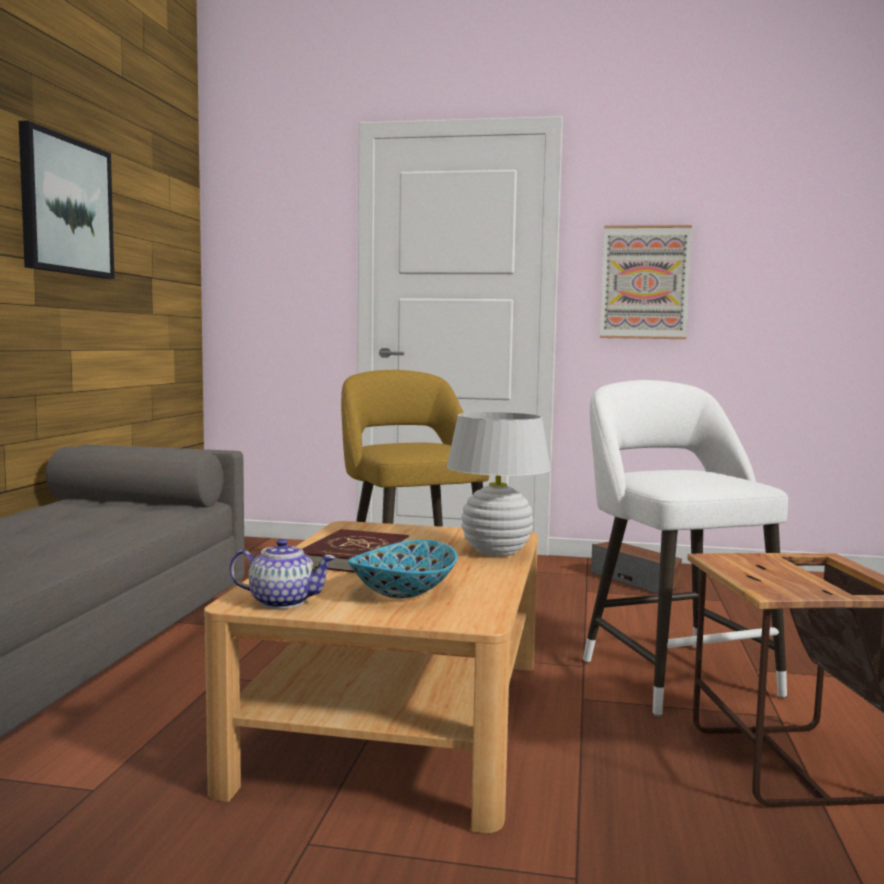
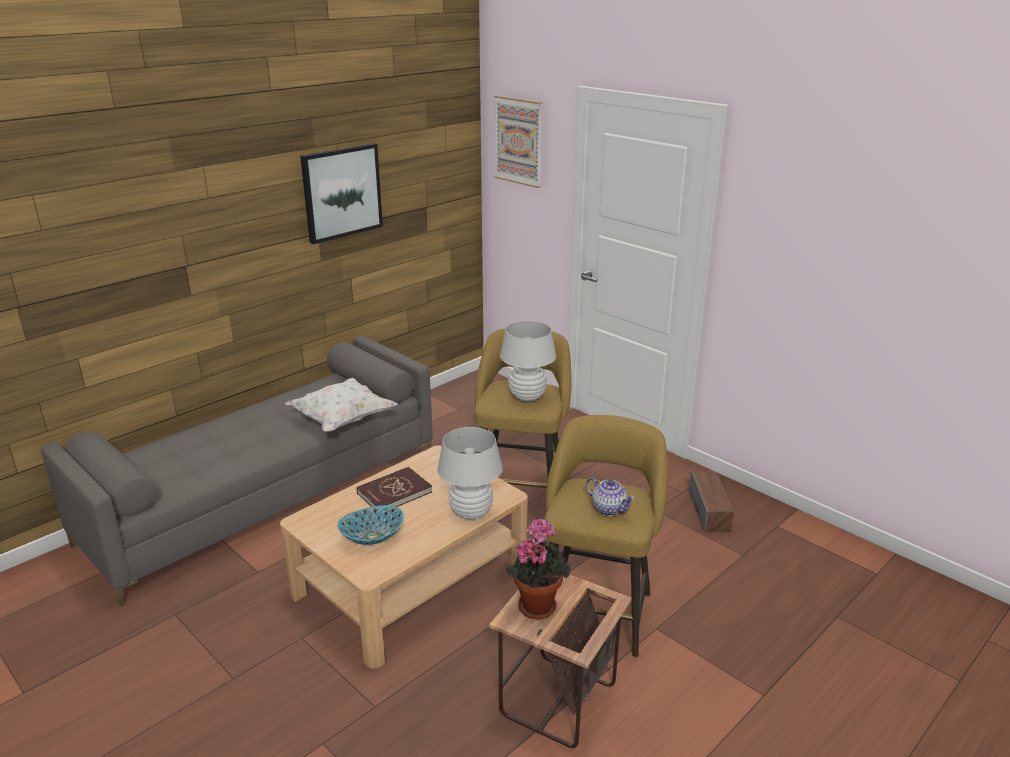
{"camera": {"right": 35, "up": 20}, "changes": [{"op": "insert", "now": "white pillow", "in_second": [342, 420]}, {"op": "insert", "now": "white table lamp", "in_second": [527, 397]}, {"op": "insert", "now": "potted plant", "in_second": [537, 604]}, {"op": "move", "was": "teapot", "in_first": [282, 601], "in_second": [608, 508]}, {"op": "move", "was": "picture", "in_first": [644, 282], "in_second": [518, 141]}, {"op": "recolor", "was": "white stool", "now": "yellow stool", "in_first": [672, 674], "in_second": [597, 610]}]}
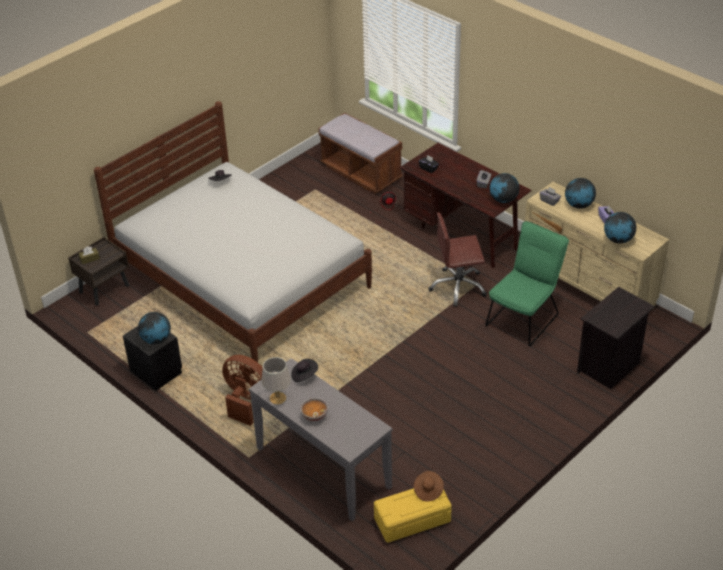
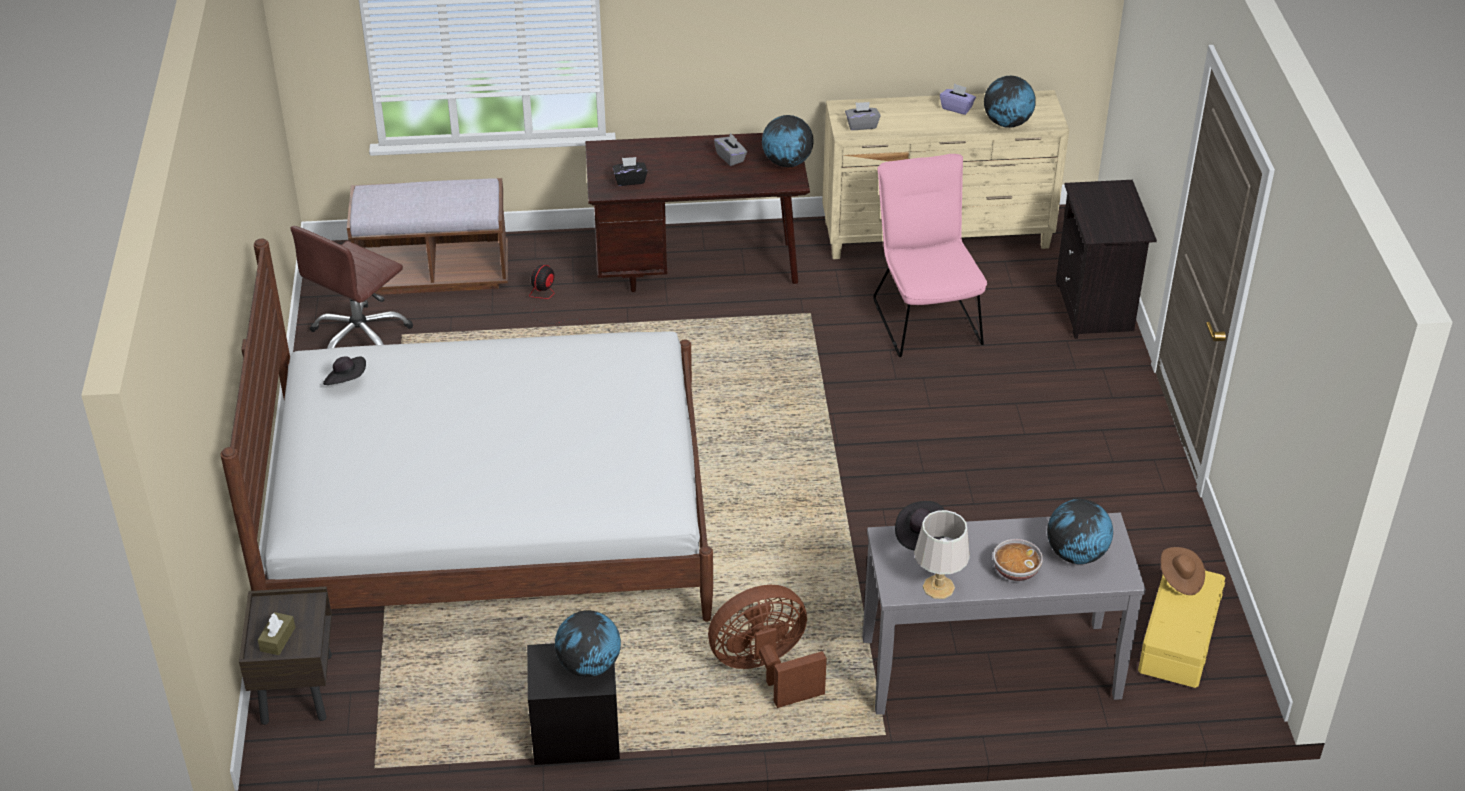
{"camera": {"right": -50, "up": 0}, "changes": [{"op": "move", "was": "brown office chair", "in_first": [458, 287], "in_second": [360, 338]}, {"op": "move", "was": "globe", "in_first": [578, 205], "in_second": [1076, 554]}, {"op": "recolor", "was": "green chair", "now": "pink chair", "in_first": [525, 317], "in_second": [924, 316]}]}
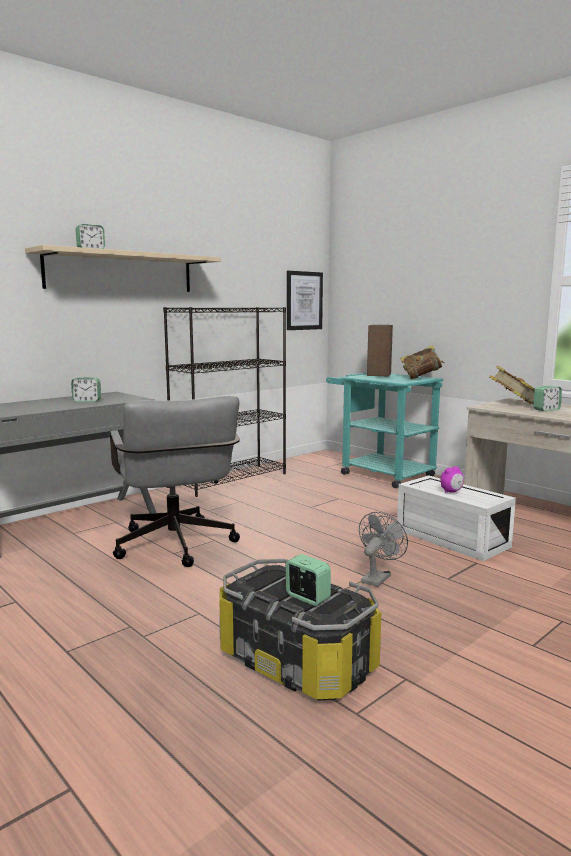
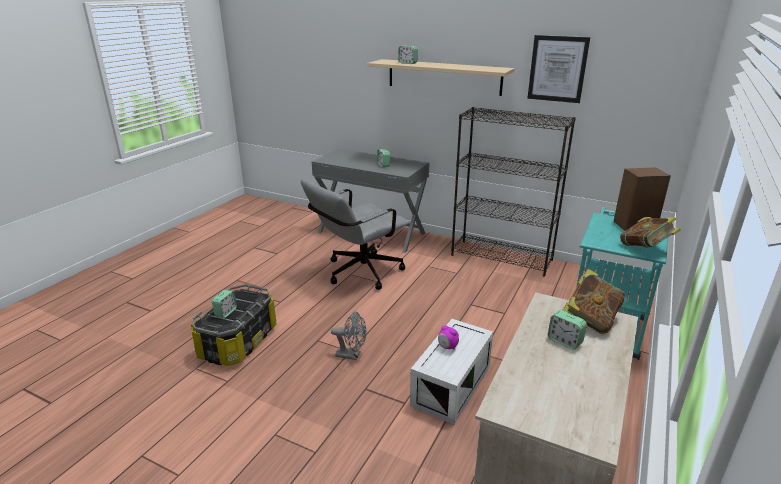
{"camera": {"right": 70, "up": 15}, "changes": [{"op": "move", "was": "picture", "in_first": [304, 300], "in_second": [557, 69]}]}
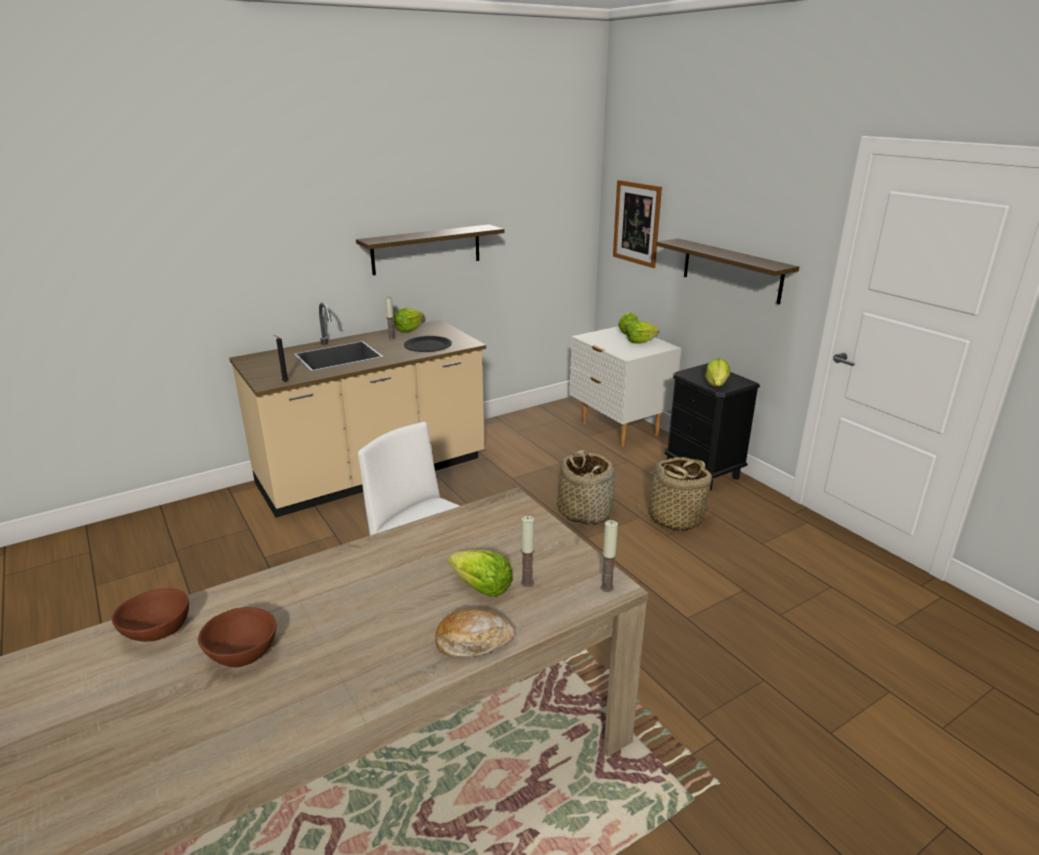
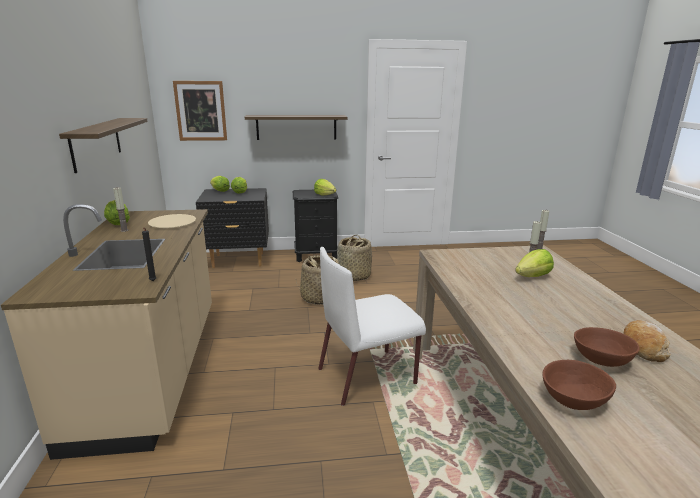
{"camera": {"right": -65, "up": -5}, "changes": [{"op": "move", "was": "bread", "in_first": [473, 641], "in_second": [643, 347]}, {"op": "recolor", "was": "black plate", "now": "beige plate", "in_first": [428, 346], "in_second": [172, 223]}, {"op": "recolor", "was": "white nightstand", "now": "black nightstand", "in_first": [619, 429], "in_second": [238, 261]}]}
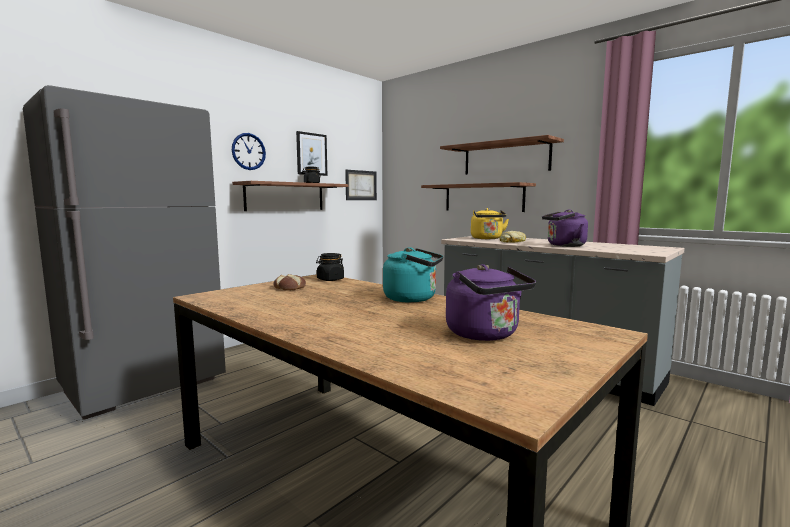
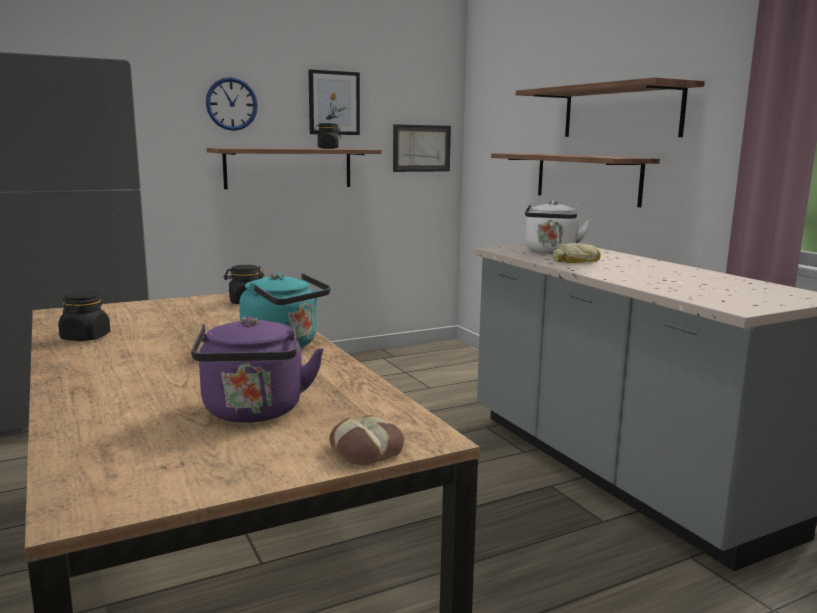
{"camera": {"right": 20, "up": 5}, "changes": [{"op": "delete", "was": "purple kettle", "in_first": [564, 245]}, {"op": "insert", "now": "black jar", "in_second": [85, 337]}, {"op": "move", "was": "bread", "in_first": [290, 287], "in_second": [367, 450]}, {"op": "recolor", "was": "yellow kettle", "now": "white kettle", "in_first": [487, 238], "in_second": [551, 251]}]}
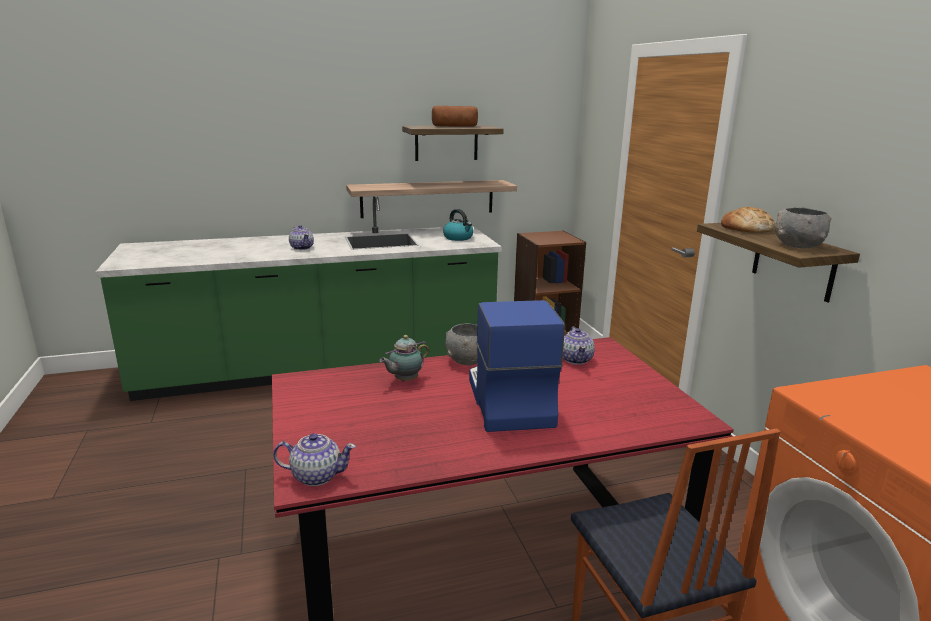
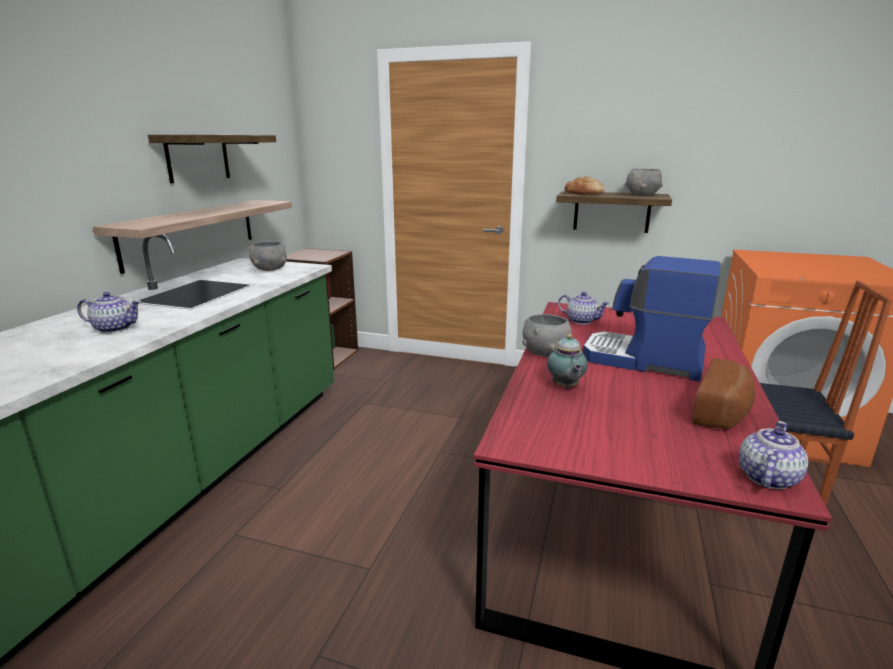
{"camera": {"right": -55, "up": 0}, "changes": [{"op": "move", "was": "bread", "in_first": [454, 126], "in_second": [724, 412]}, {"op": "replace", "was": "kettle", "now": "grey bowl", "in_first": [458, 238], "in_second": [269, 269]}]}
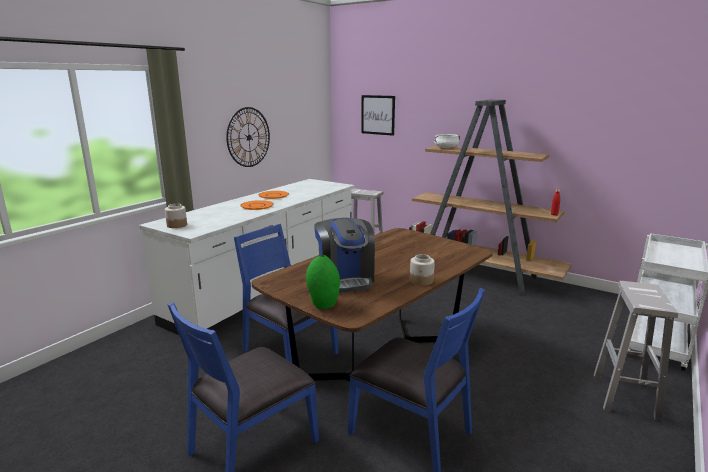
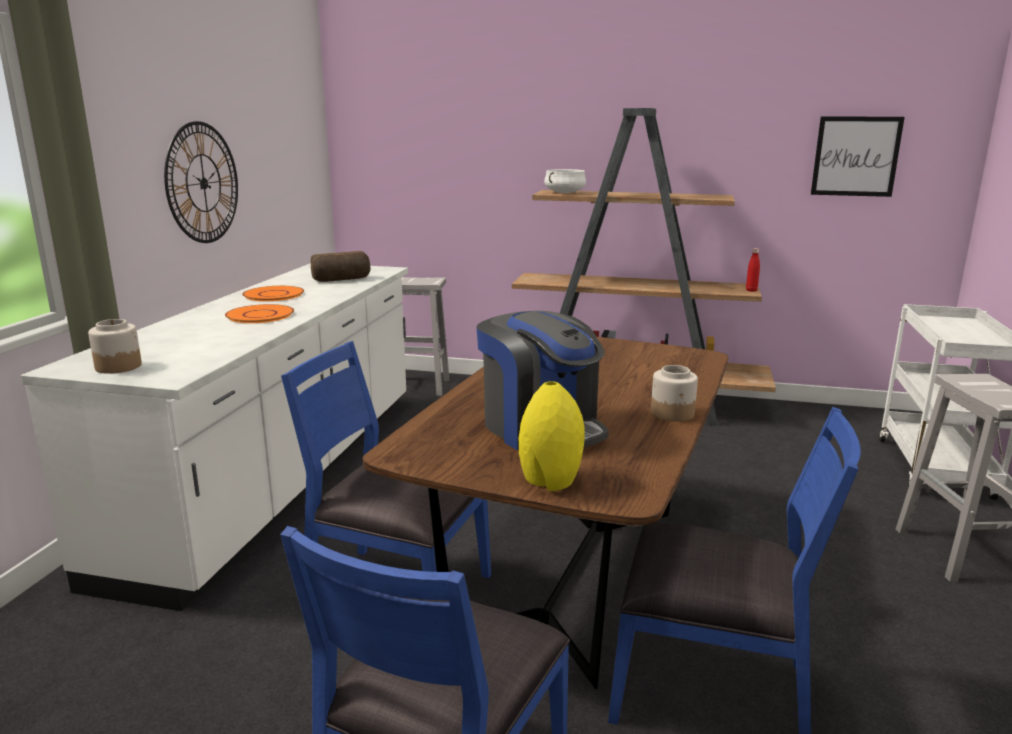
{"camera": {"right": -20, "up": 0}, "changes": [{"op": "insert", "now": "bread", "in_second": [342, 279]}, {"op": "move", "was": "picture", "in_first": [378, 115], "in_second": [856, 156]}, {"op": "recolor", "was": "green vase", "now": "yellow vase", "in_first": [323, 304], "in_second": [550, 481]}]}
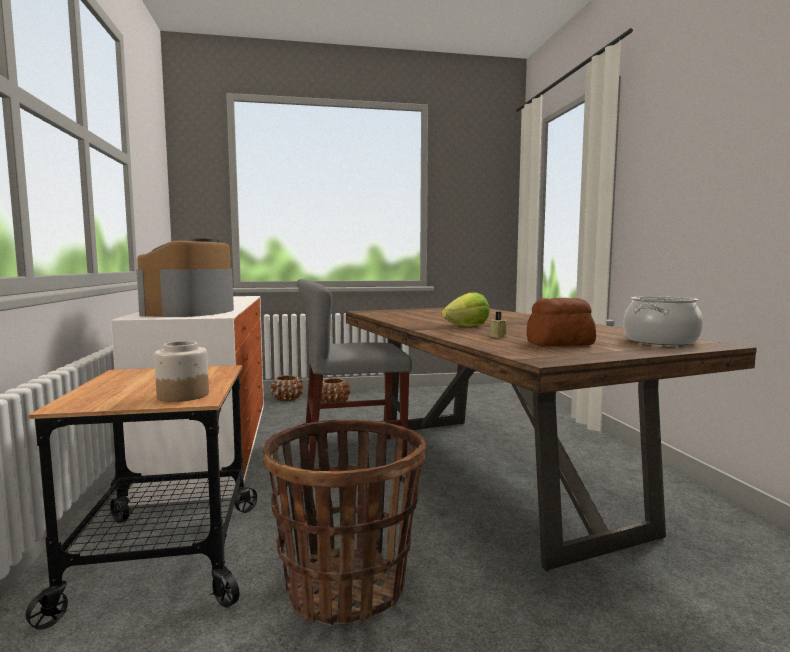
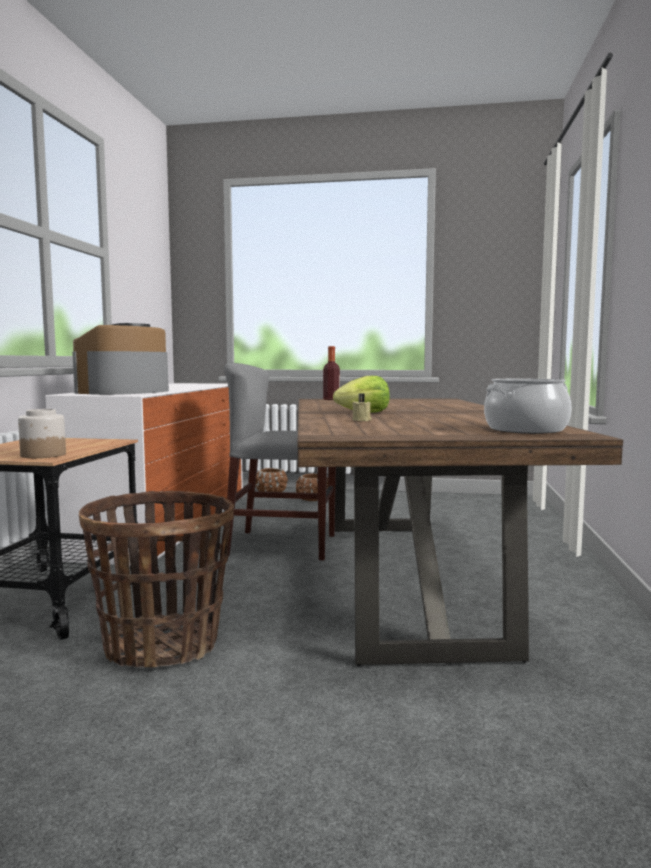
{"camera": {"right": 20, "up": 0}, "changes": [{"op": "delete", "was": "bread", "in_first": [558, 344]}, {"op": "insert", "now": "bottle", "in_second": [331, 399]}]}
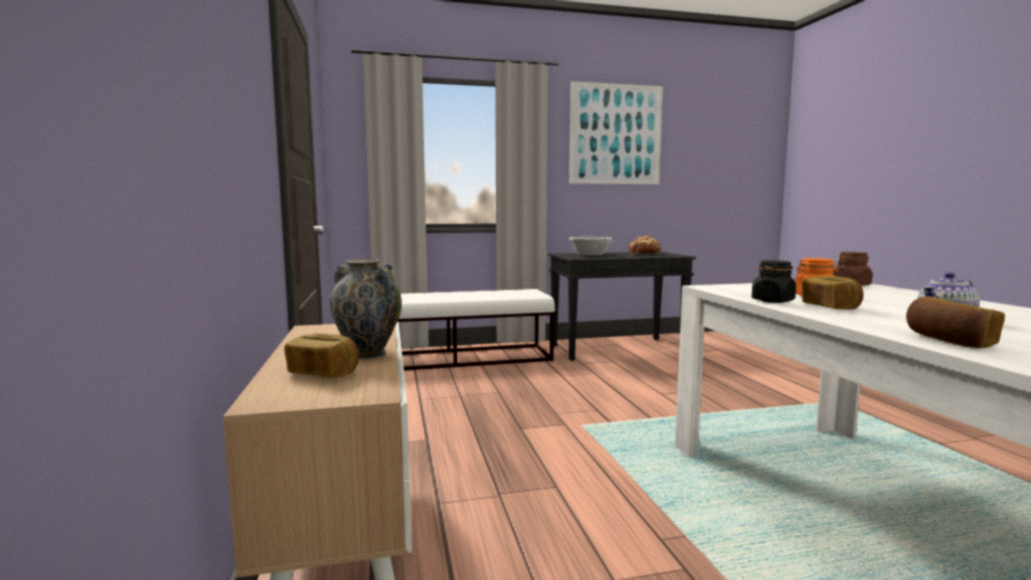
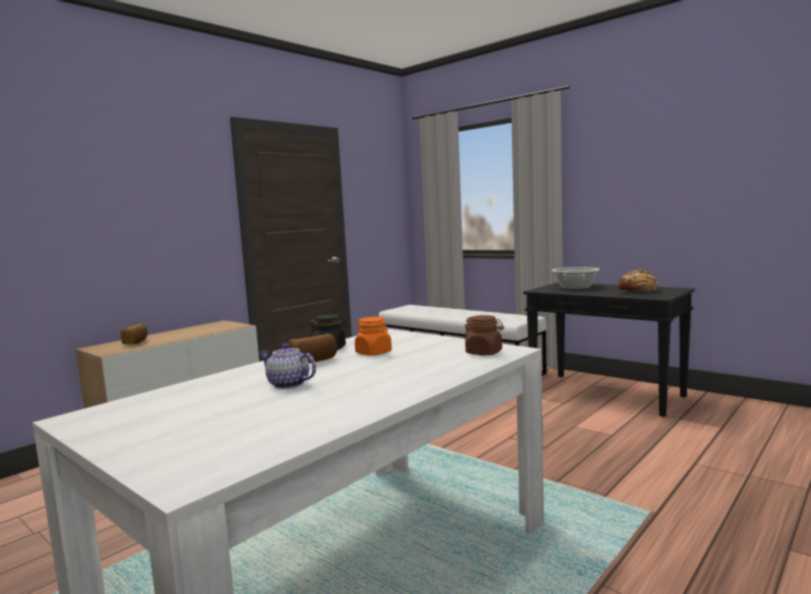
{"camera": {"right": 55, "up": 0}, "changes": [{"op": "delete", "was": "vase", "in_first": [368, 354]}, {"op": "delete", "was": "picture", "in_first": [616, 134]}, {"op": "delete", "was": "bread", "in_first": [949, 340]}]}
